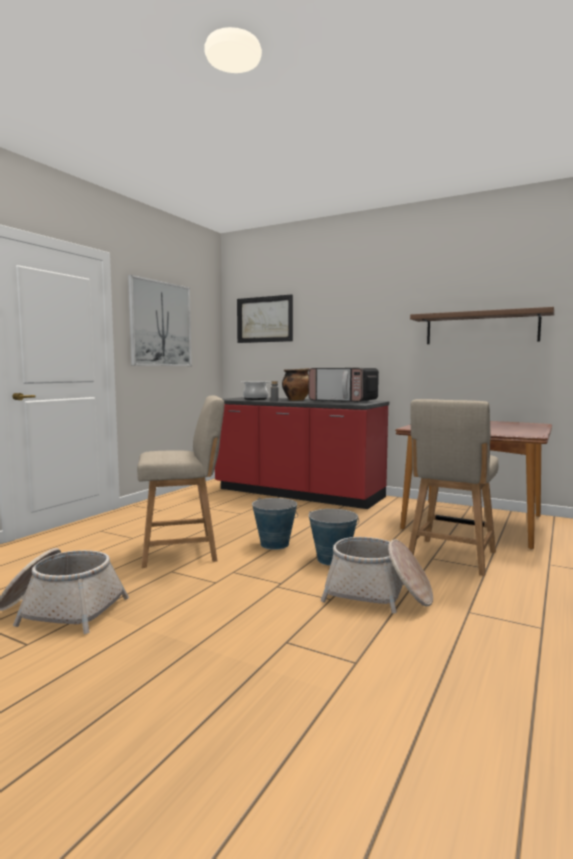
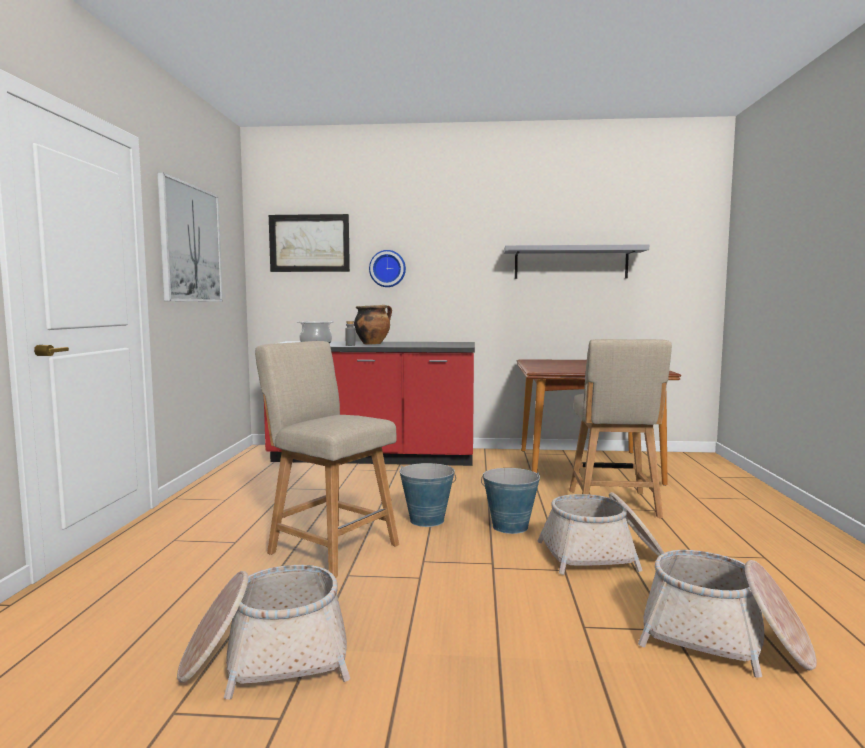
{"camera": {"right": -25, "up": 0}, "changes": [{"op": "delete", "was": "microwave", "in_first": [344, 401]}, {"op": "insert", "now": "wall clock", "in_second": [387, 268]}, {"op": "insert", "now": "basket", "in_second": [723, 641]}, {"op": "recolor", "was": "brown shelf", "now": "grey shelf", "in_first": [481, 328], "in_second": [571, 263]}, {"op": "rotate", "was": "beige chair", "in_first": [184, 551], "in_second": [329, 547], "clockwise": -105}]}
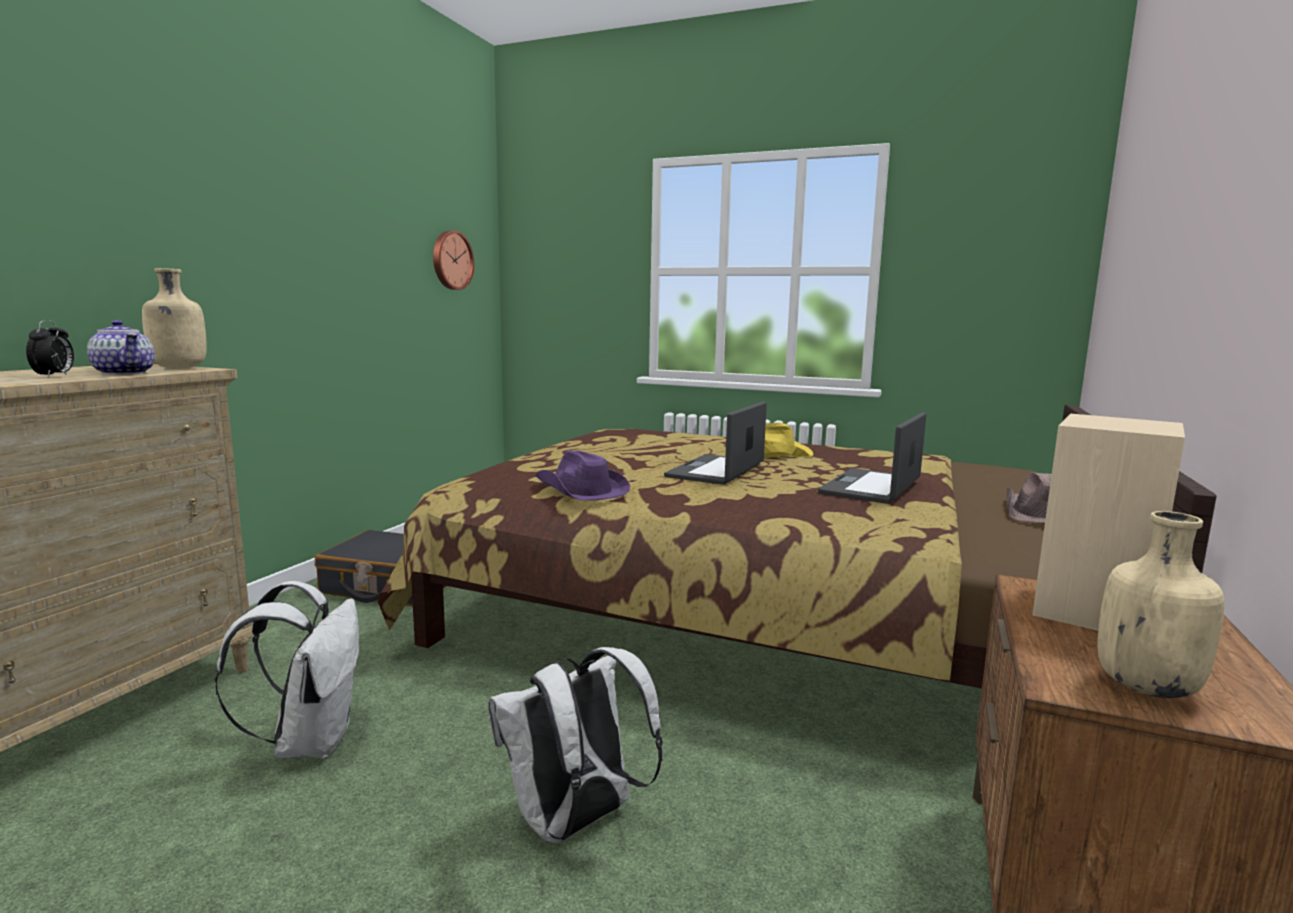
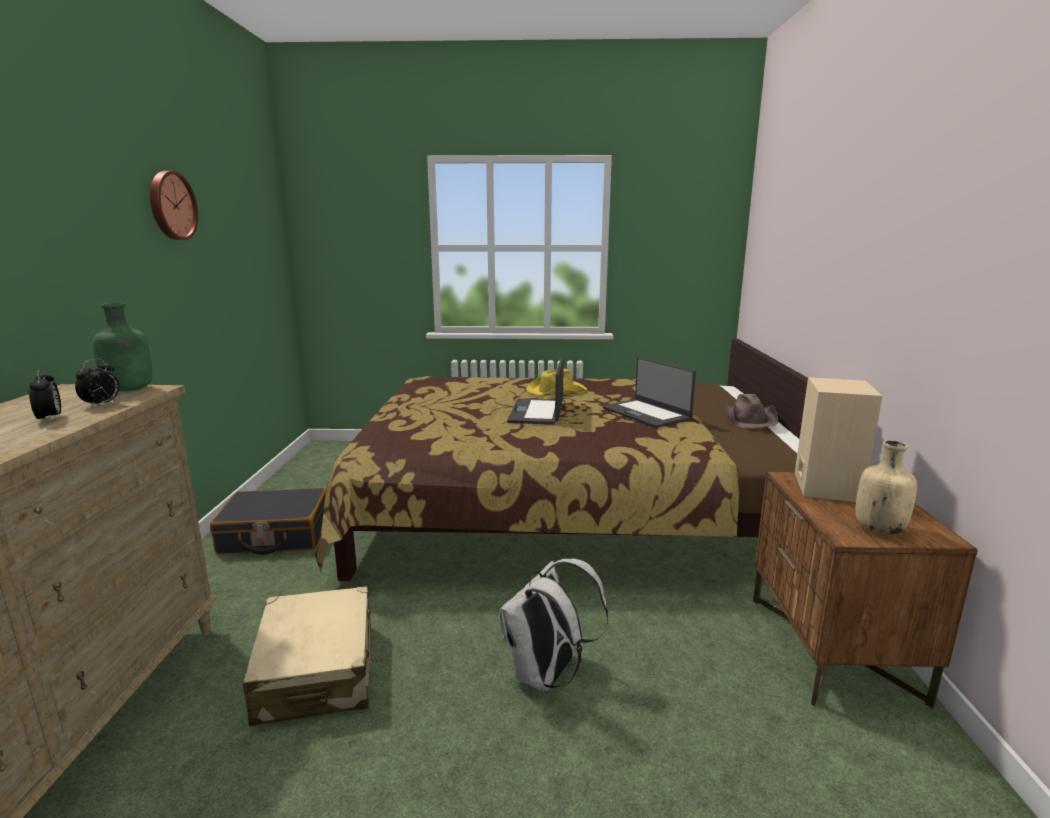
{"camera": {"right": -20, "up": 5}, "changes": [{"op": "delete", "was": "purple hat", "in_first": [580, 490]}, {"op": "move", "was": "wall clock", "in_first": [451, 260], "in_second": [171, 206]}, {"op": "replace", "was": "teapot", "now": "alarm clock", "in_first": [124, 373], "in_second": [102, 404]}, {"op": "replace", "was": "white backpack", "now": "beige suitcase", "in_first": [311, 740], "in_second": [317, 671]}, {"op": "recolor", "was": "beige bottle", "now": "green bottle", "in_first": [178, 368], "in_second": [129, 390]}, {"op": "rotate", "was": "laptop", "in_first": [872, 487], "in_second": [646, 413], "clockwise": -45}]}
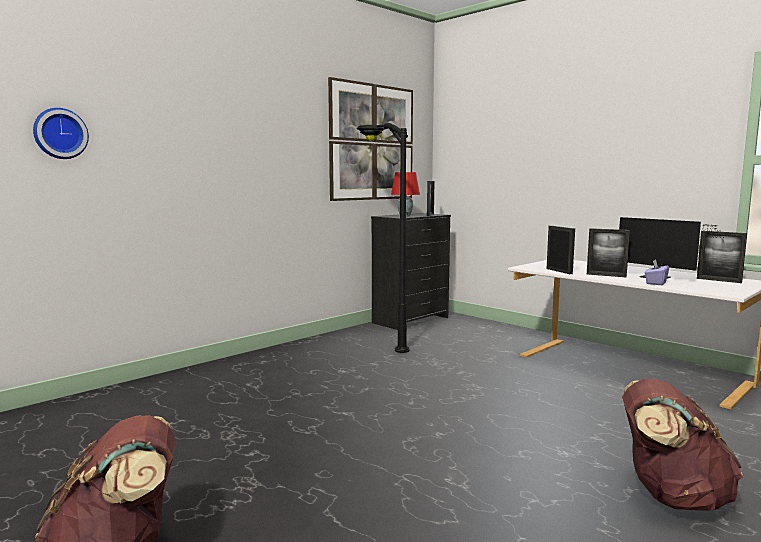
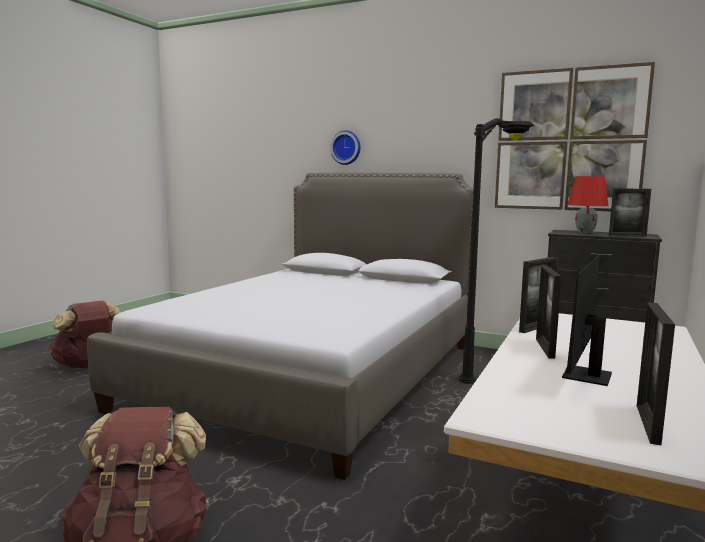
{"camera": {"right": 70, "up": 0}, "changes": [{"op": "delete", "was": "purple tissue box", "in_first": [655, 283]}, {"op": "insert", "now": "bed", "in_second": [314, 373]}, {"op": "move", "was": "wall clock", "in_first": [60, 133], "in_second": [346, 147]}]}
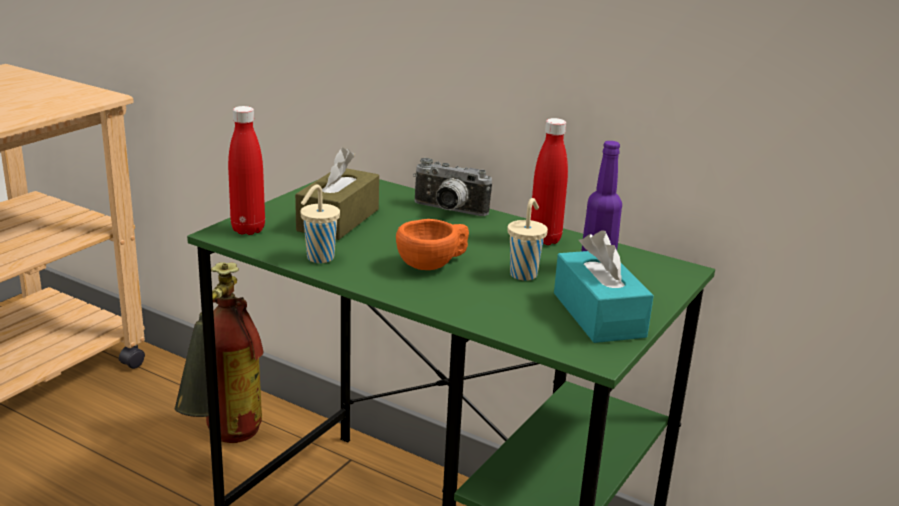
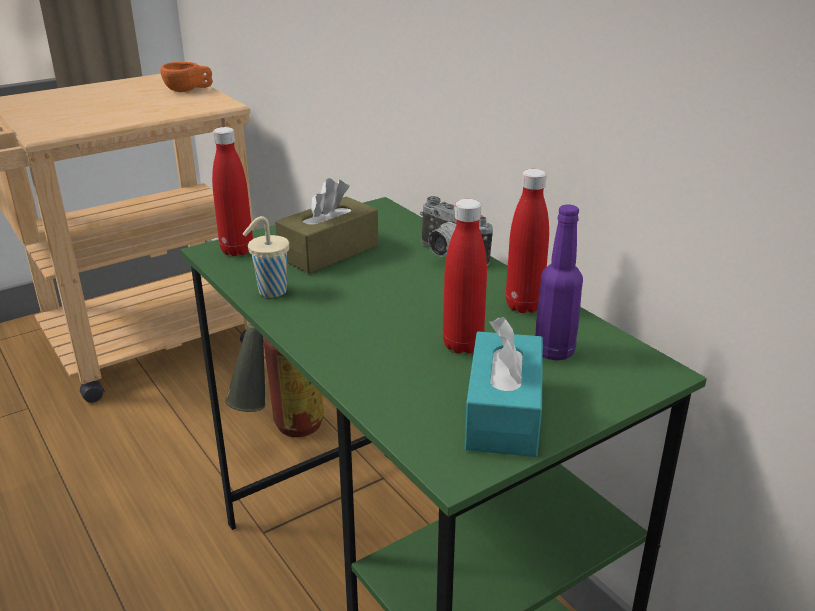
{"camera": {"right": 25, "up": 5}, "changes": [{"op": "move", "was": "orange cup", "in_first": [434, 265], "in_second": [188, 91]}, {"op": "replace", "was": "beige cup", "now": "red bottle", "in_first": [524, 274], "in_second": [462, 345]}]}
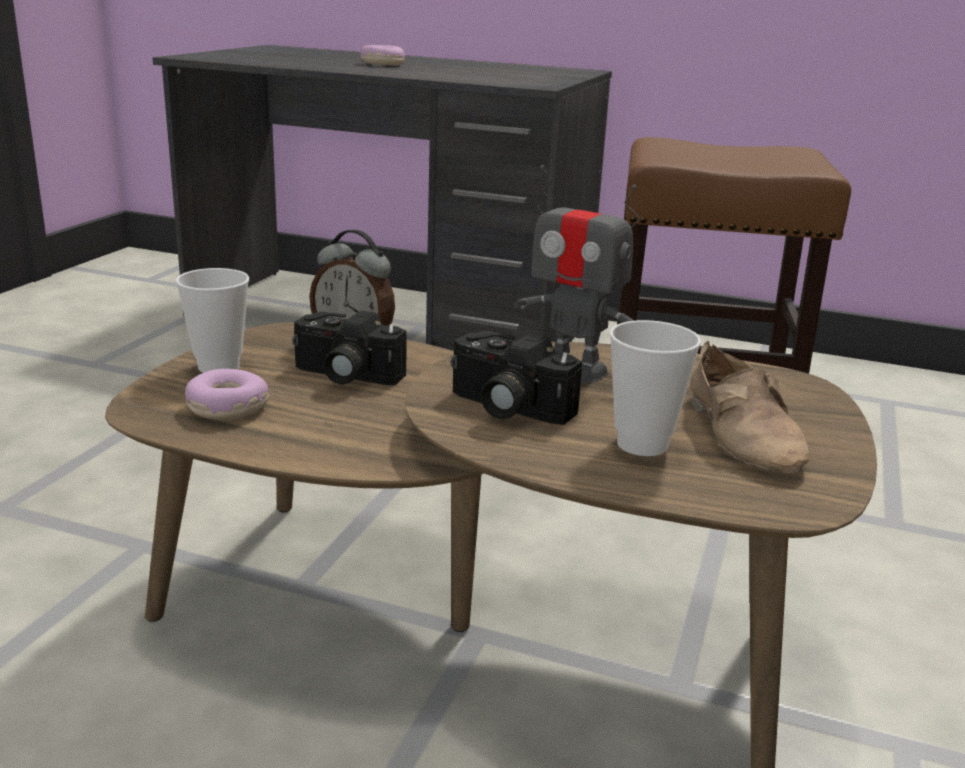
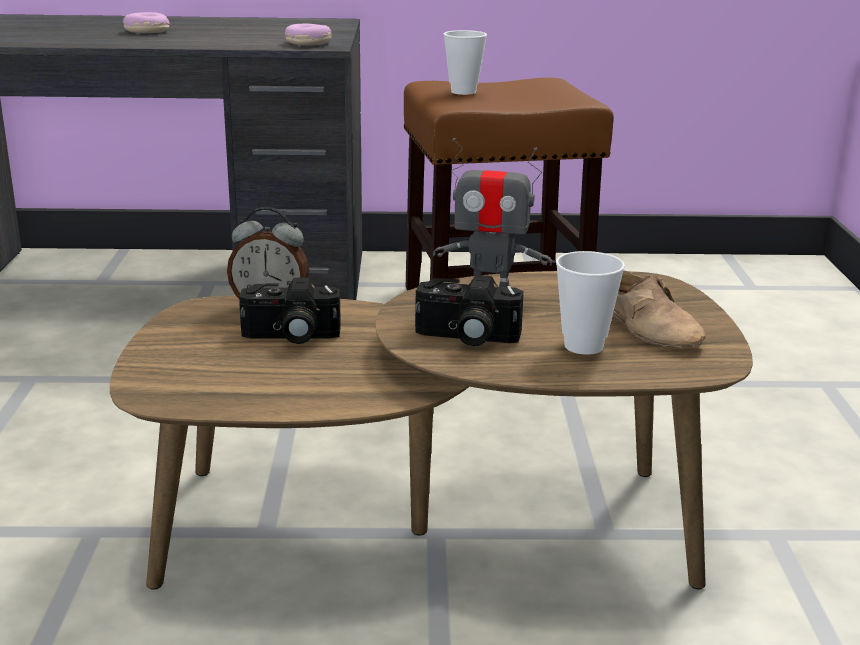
{"camera": {"right": -20, "up": 0}, "changes": [{"op": "move", "was": "cup", "in_first": [219, 367], "in_second": [463, 92]}, {"op": "move", "was": "donut", "in_first": [227, 408], "in_second": [308, 43]}]}
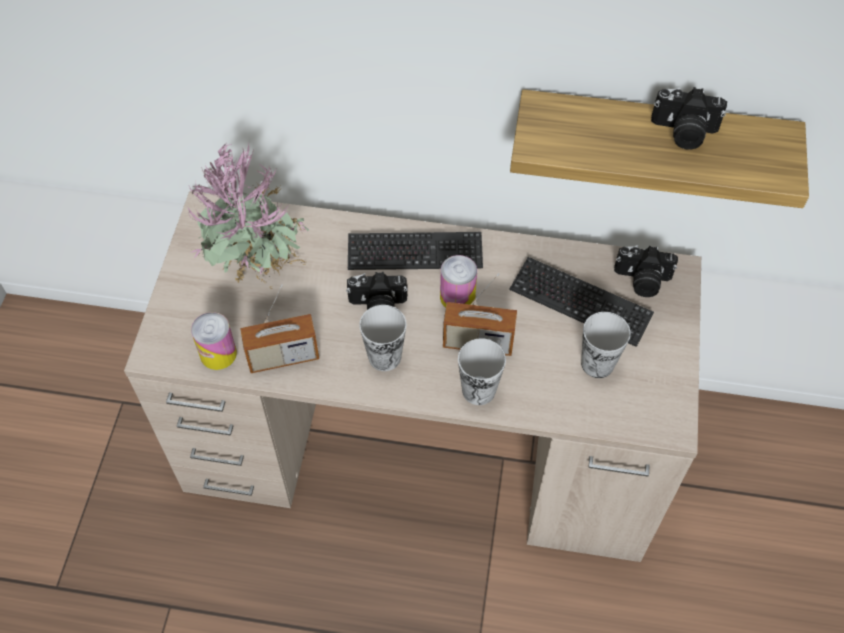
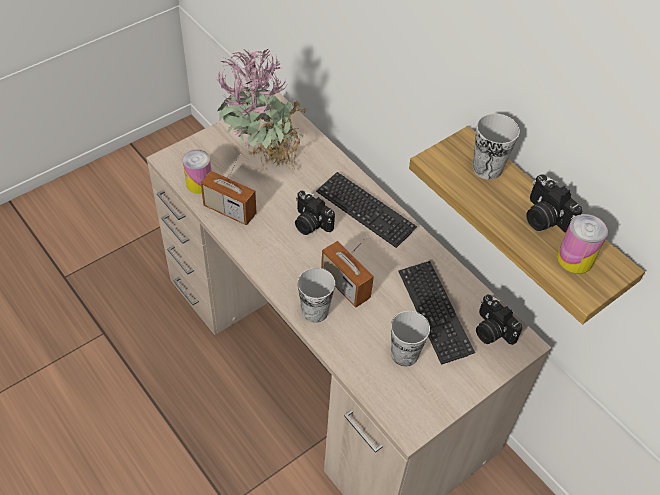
{"camera": {"right": 40, "up": -5}, "changes": [{"op": "move", "was": "cup", "in_first": [384, 357], "in_second": [487, 168]}, {"op": "move", "was": "can", "in_first": [457, 297], "in_second": [575, 258]}]}
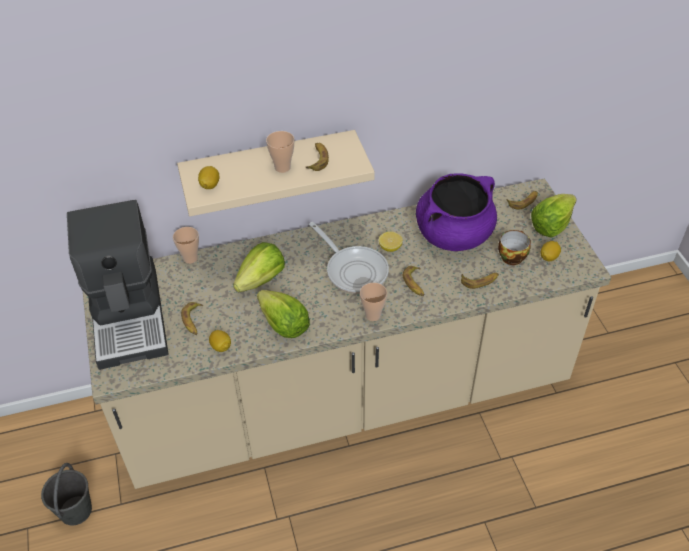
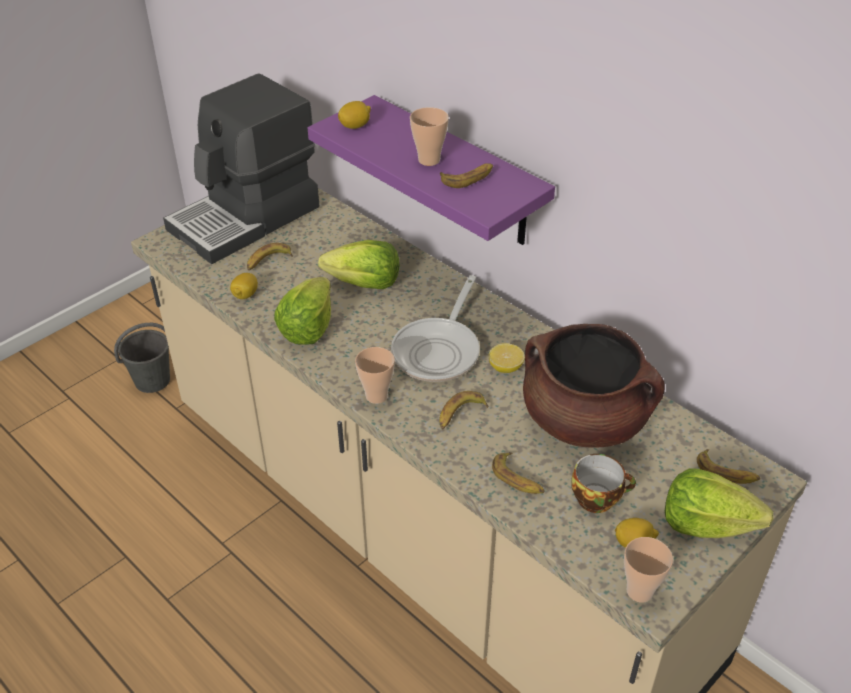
{"camera": {"right": 60, "up": -5}, "changes": [{"op": "move", "was": "cup", "in_first": [190, 258], "in_second": [639, 591]}, {"op": "recolor", "was": "beige shelf", "now": "purple shelf", "in_first": [270, 169], "in_second": [458, 173]}, {"op": "recolor", "was": "purple cooking pot", "now": "brown cooking pot", "in_first": [454, 234], "in_second": [585, 420]}]}
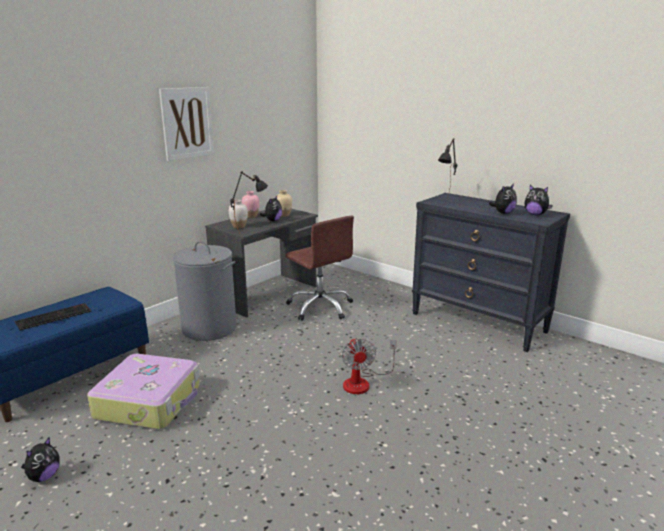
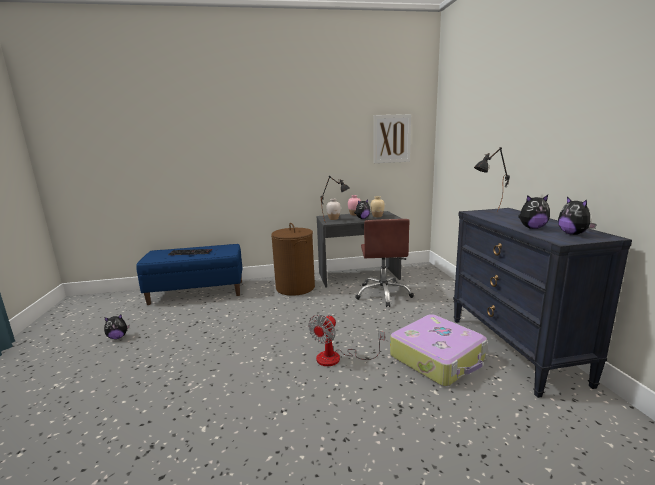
{"camera": {"right": 40, "up": -5}, "changes": [{"op": "move", "was": "suitcase", "in_first": [150, 402], "in_second": [438, 358]}, {"op": "move", "was": "picture", "in_first": [187, 123], "in_second": [391, 139]}, {"op": "recolor", "was": "grey laundry basket", "now": "brown laundry basket", "in_first": [209, 328], "in_second": [295, 287]}]}
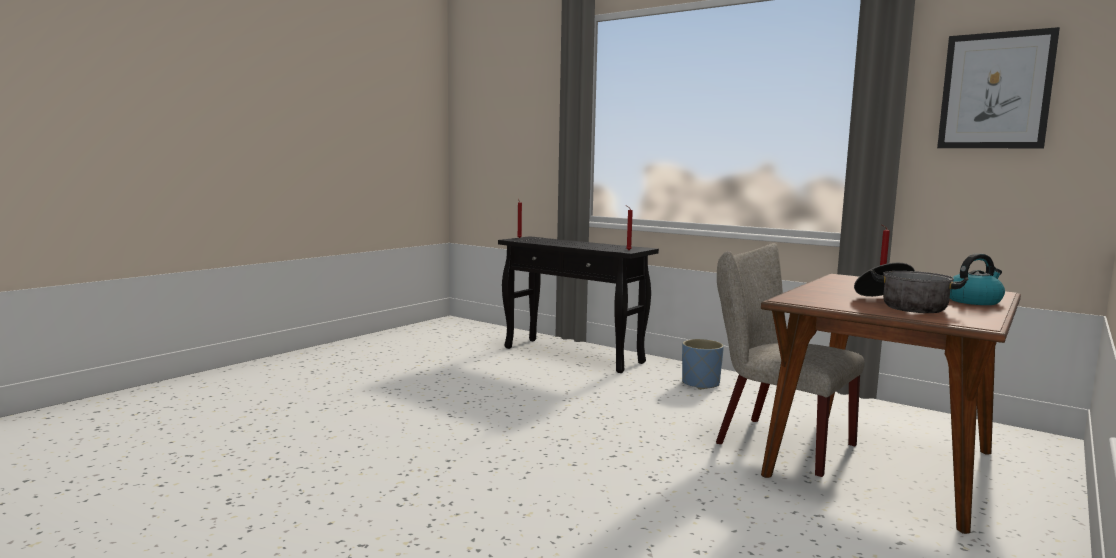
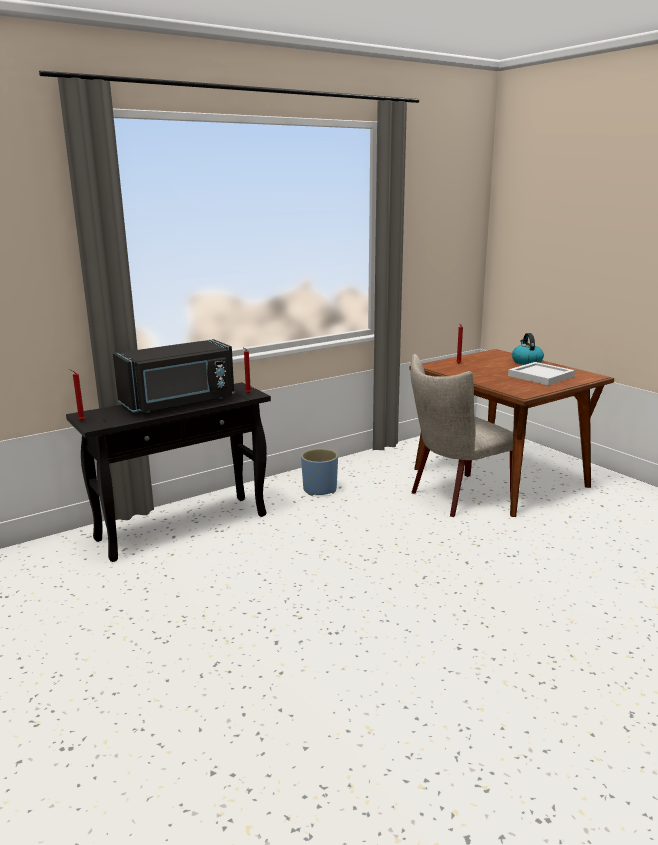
{"camera": {"right": -70, "up": 10}, "changes": [{"op": "delete", "was": "picture", "in_first": [995, 91]}, {"op": "insert", "now": "black microwave", "in_second": [179, 402]}, {"op": "replace", "was": "cooking pot", "now": "white tray", "in_first": [902, 305], "in_second": [541, 376]}]}
